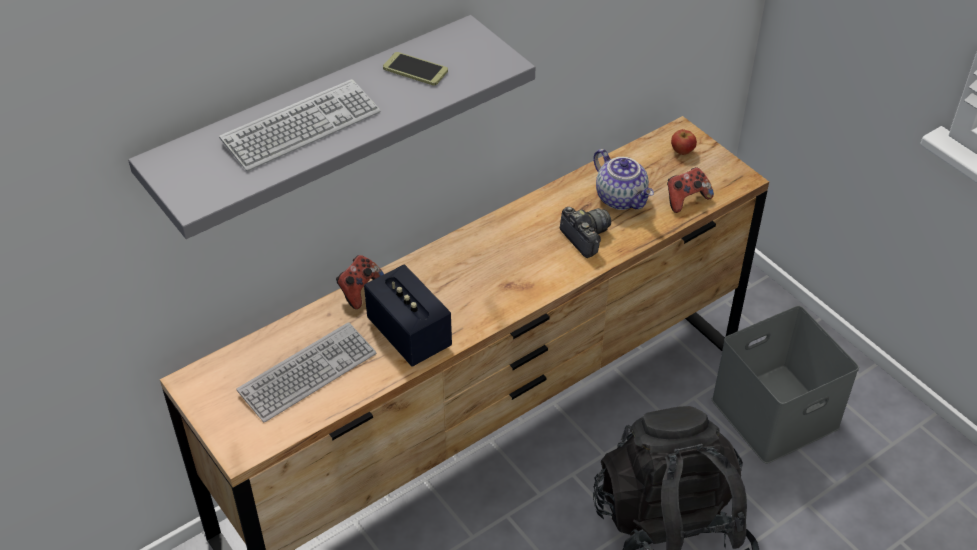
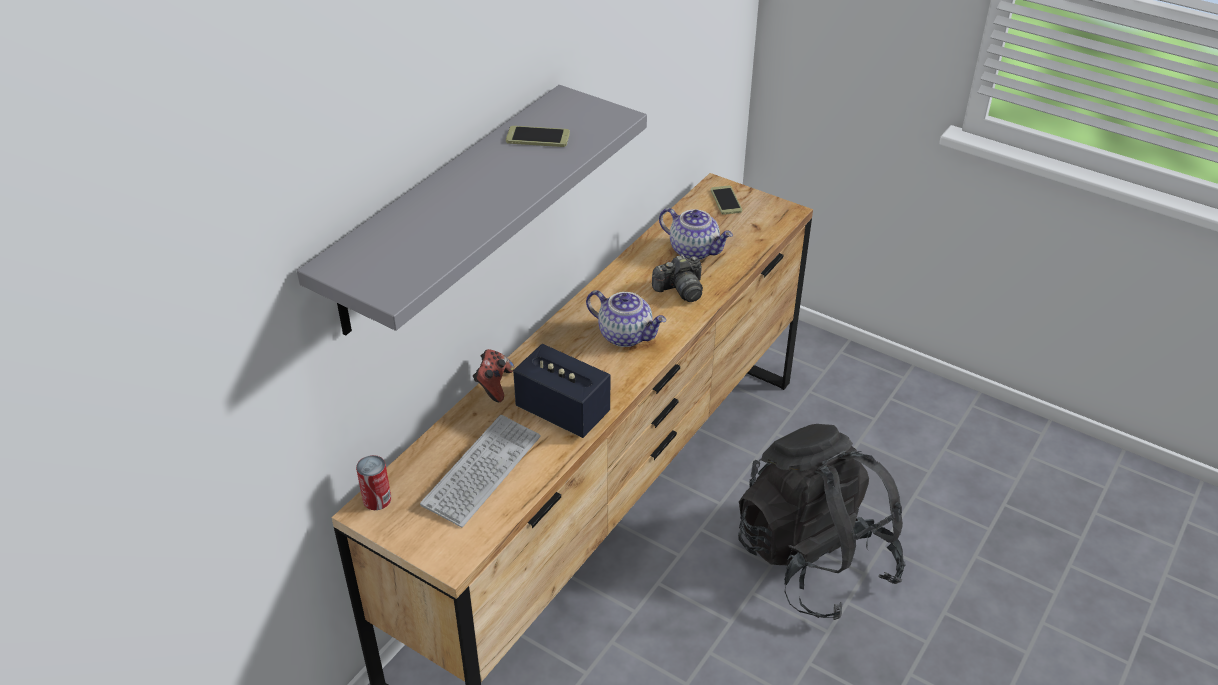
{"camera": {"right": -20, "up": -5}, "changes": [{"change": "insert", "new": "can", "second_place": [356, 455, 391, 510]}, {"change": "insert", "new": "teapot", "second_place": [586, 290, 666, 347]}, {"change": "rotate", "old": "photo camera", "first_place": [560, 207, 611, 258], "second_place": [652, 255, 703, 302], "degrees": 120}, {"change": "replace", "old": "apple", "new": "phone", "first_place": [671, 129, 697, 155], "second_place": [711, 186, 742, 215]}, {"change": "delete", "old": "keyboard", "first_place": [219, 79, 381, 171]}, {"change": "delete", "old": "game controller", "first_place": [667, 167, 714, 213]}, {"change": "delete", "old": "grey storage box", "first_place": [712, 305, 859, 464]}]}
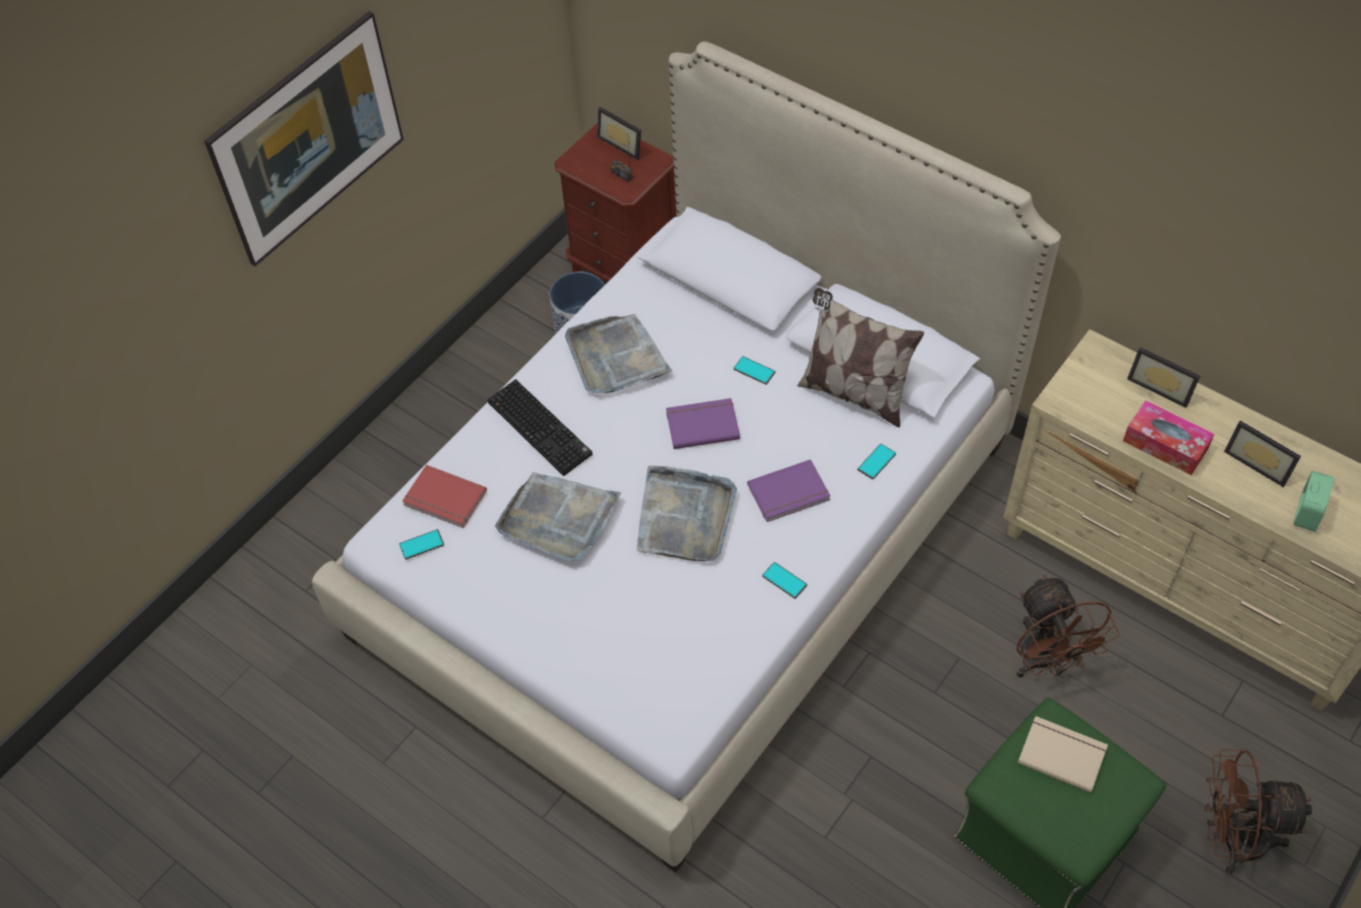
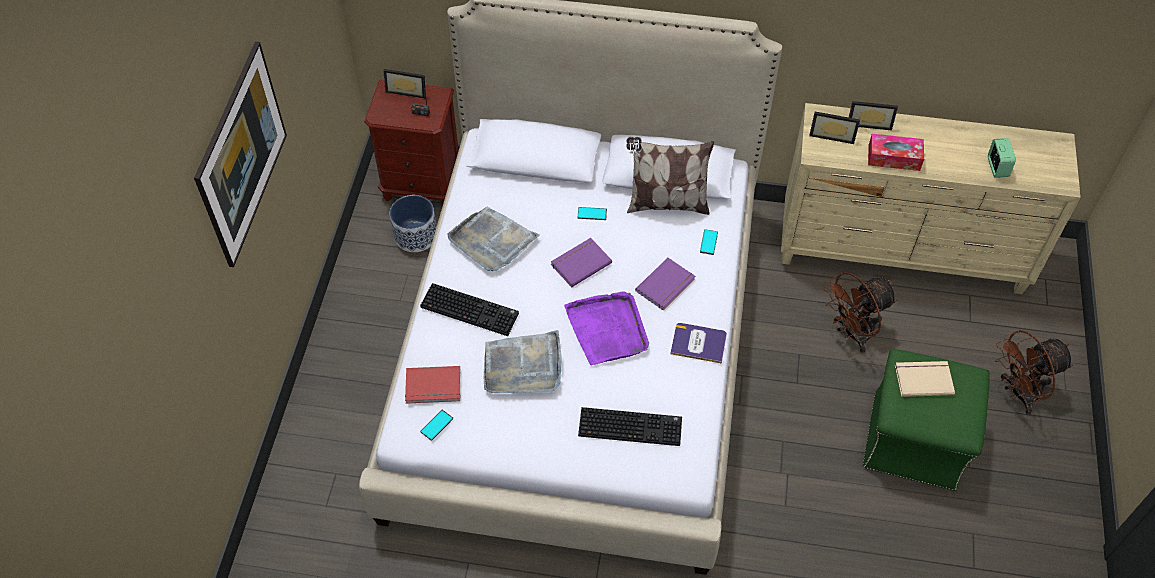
{"camera": {"right": -30, "up": 0}, "changes": [{"change": "recolor", "old": "grey tray", "new": "purple tray", "first_place": [637, 466, 737, 561], "second_place": [564, 292, 649, 365]}, {"change": "insert", "new": "keyboard", "second_place": [578, 407, 682, 446]}, {"change": "replace", "old": "phone", "new": "book", "first_place": [762, 562, 807, 599], "second_place": [670, 323, 727, 363]}, {"change": "move", "old": "picture frame", "first_place": [1224, 421, 1301, 487], "second_place": [809, 112, 860, 144]}, {"change": "rotate", "old": "brown fan", "first_place": [1016, 575, 1120, 678], "second_place": [824, 272, 897, 353], "degrees": 105}]}
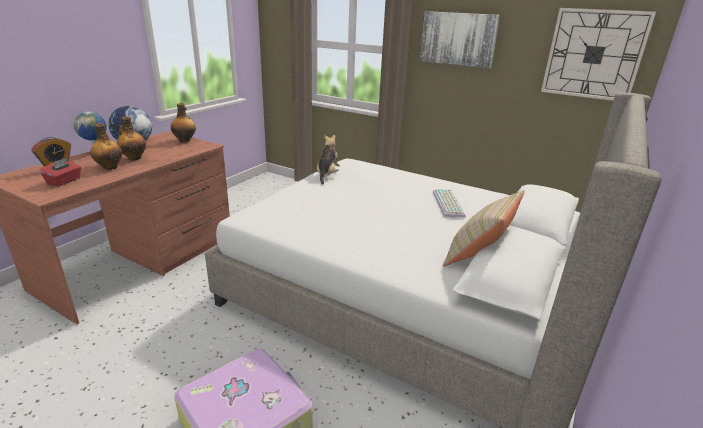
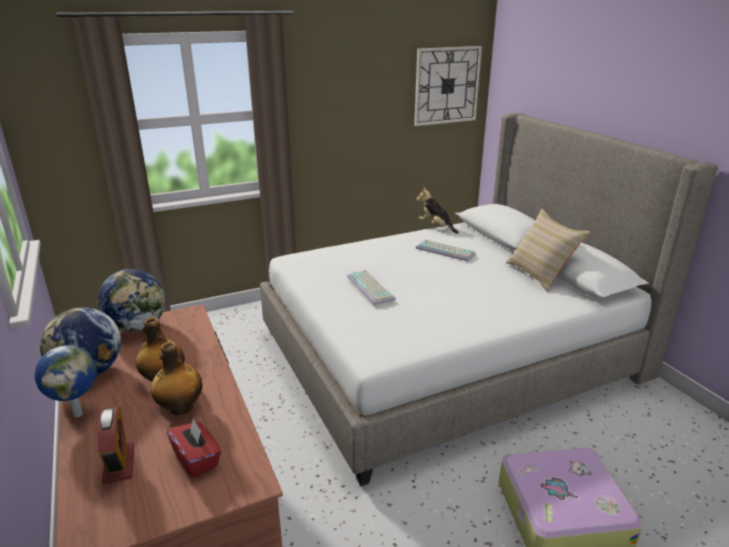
{"camera": {"right": -55, "up": 0}, "changes": [{"change": "replace", "old": "bottle", "new": "globe", "first_place": [171, 103, 196, 142], "second_place": [97, 269, 165, 332]}, {"change": "insert", "new": "keyboard", "second_place": [347, 270, 396, 305]}, {"change": "move", "old": "plush toy", "first_place": [317, 135, 340, 185], "second_place": [416, 187, 459, 234]}, {"change": "delete", "old": "picture", "first_place": [420, 11, 500, 68]}]}
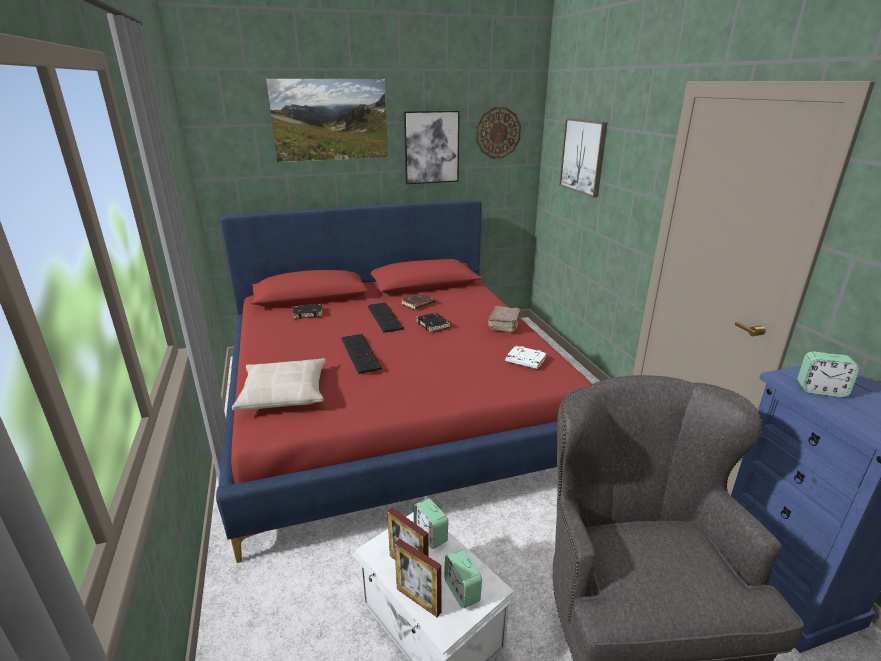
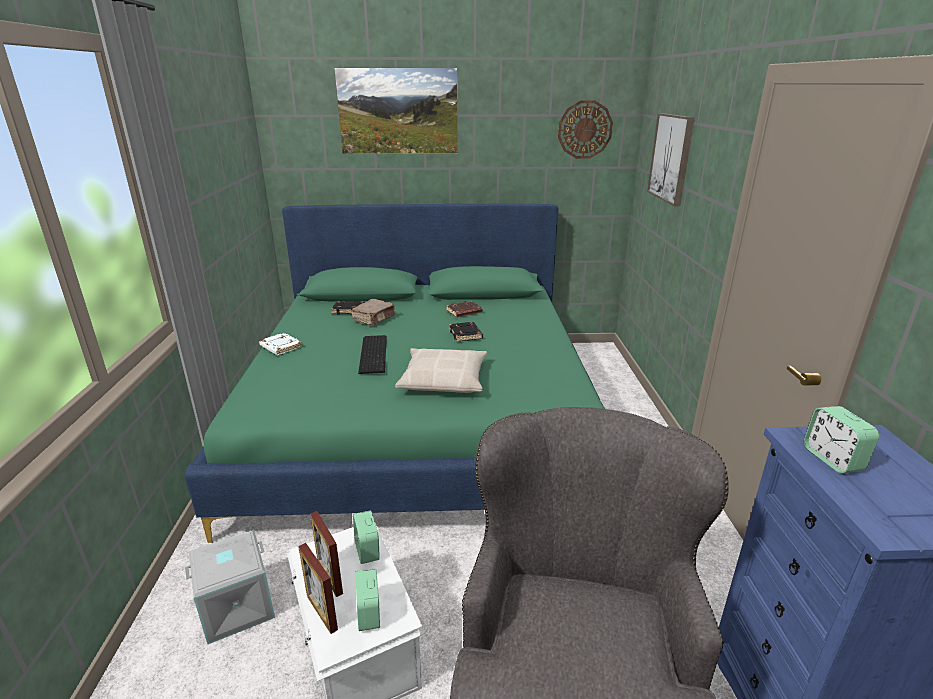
{"camera": {"right": 15, "up": 0}, "changes": [{"change": "recolor", "old": "red bed", "new": "green bed", "first_place": [216, 200, 592, 563], "second_place": [184, 204, 605, 543]}, {"change": "insert", "new": "grey storage box", "second_place": [185, 530, 275, 644]}, {"change": "move", "old": "white book", "first_place": [505, 346, 547, 369], "second_place": [259, 333, 302, 355]}, {"change": "move", "old": "brown book", "first_place": [488, 306, 521, 332], "second_place": [351, 299, 395, 325]}, {"change": "move", "old": "beige pillow", "first_place": [232, 358, 326, 410], "second_place": [395, 348, 487, 393]}, {"change": "rotate", "old": "alarm clock", "first_place": [797, 351, 860, 397], "second_place": [804, 406, 879, 473], "degrees": 45}, {"change": "delete", "old": "keyboard", "first_place": [368, 303, 404, 333]}, {"change": "delete", "old": "picture", "first_place": [404, 111, 460, 184]}]}
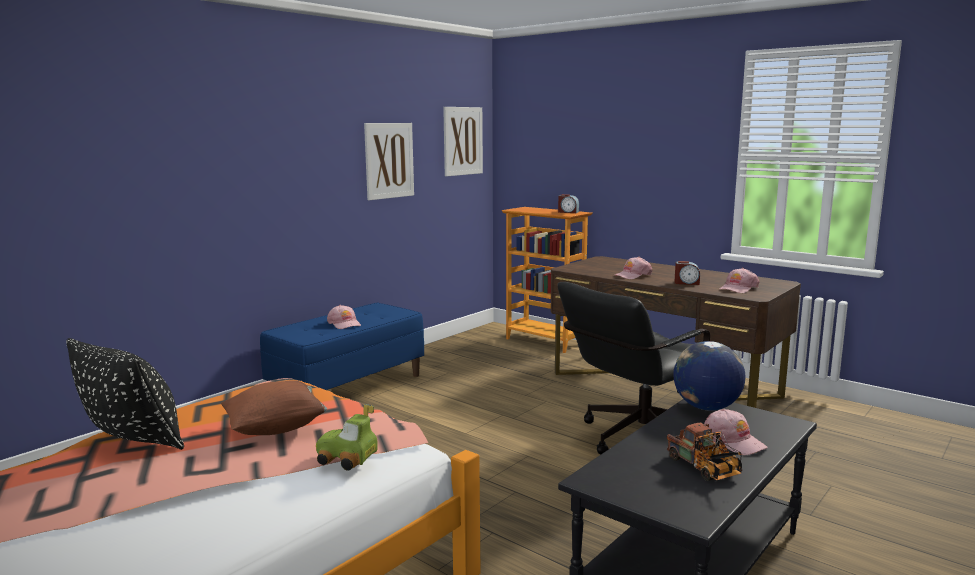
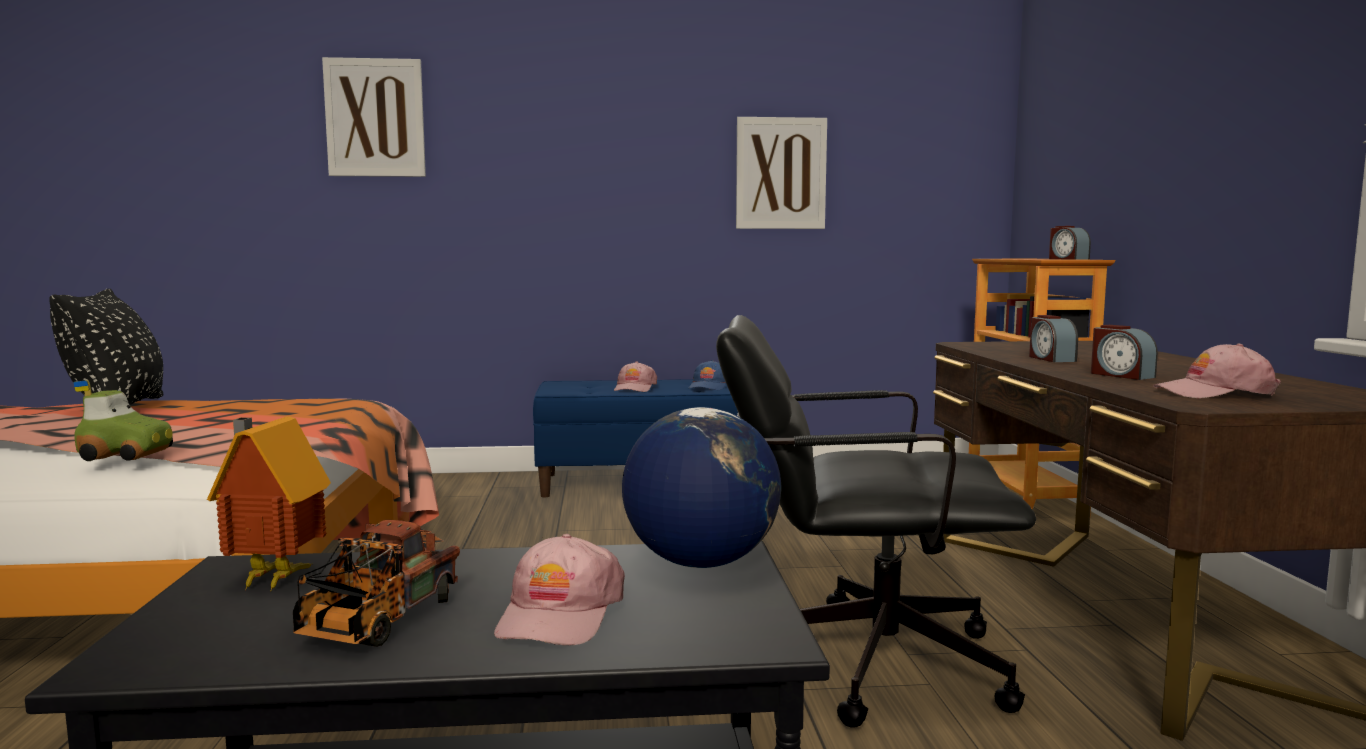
{"camera": {"right": 45, "up": -5}, "changes": [{"change": "rotate", "old": "toy car", "first_place": [316, 404, 378, 471], "second_place": [73, 380, 173, 461], "degrees": 120}, {"change": "insert", "new": "toy house", "second_place": [207, 416, 331, 592]}, {"change": "move", "old": "picture", "first_place": [443, 107, 483, 176], "second_place": [322, 57, 426, 177]}, {"change": "insert", "new": "blue cap", "second_place": [689, 360, 726, 390]}, {"change": "replace", "old": "pink cap", "new": "alarm clock", "first_place": [615, 257, 653, 279], "second_place": [1029, 315, 1078, 362]}, {"change": "delete", "old": "brown pillow", "first_place": [221, 380, 327, 435]}]}
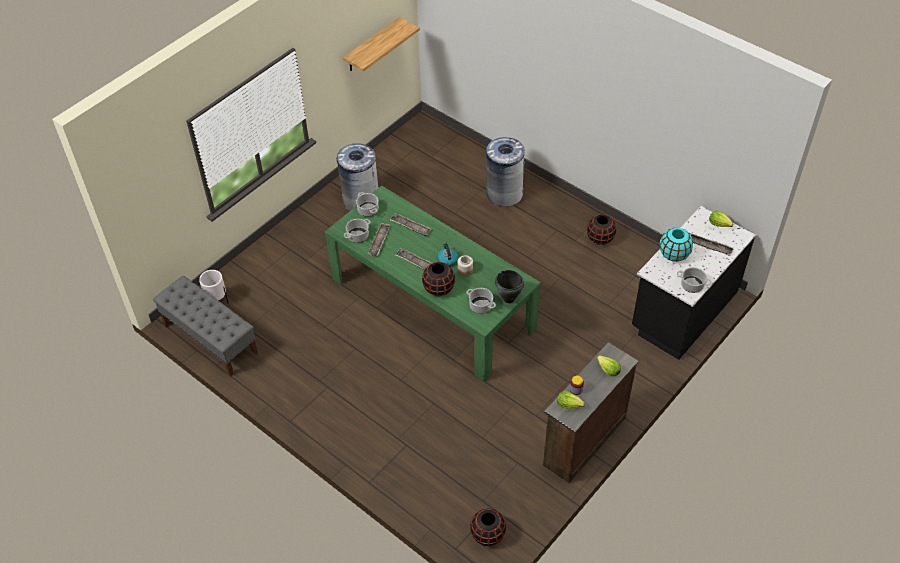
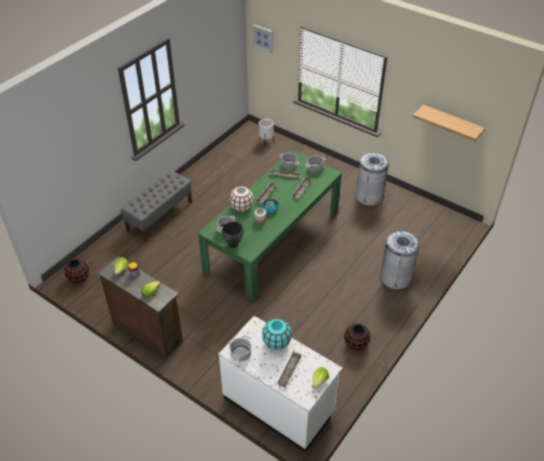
{"camera": {"right": 85, "up": -5}, "changes": [{"change": "move", "old": "grey bench", "first_place": [153, 276, 258, 376], "second_place": [120, 170, 192, 242]}, {"change": "recolor", "old": "black counter", "new": "white counter", "first_place": [632, 206, 756, 360], "second_place": [218, 316, 343, 453]}, {"change": "recolor", "old": "black vase", "new": "white vase", "first_place": [422, 262, 455, 296], "second_place": [230, 187, 254, 212]}, {"change": "insert", "new": "picture", "second_place": [253, 25, 273, 53]}]}
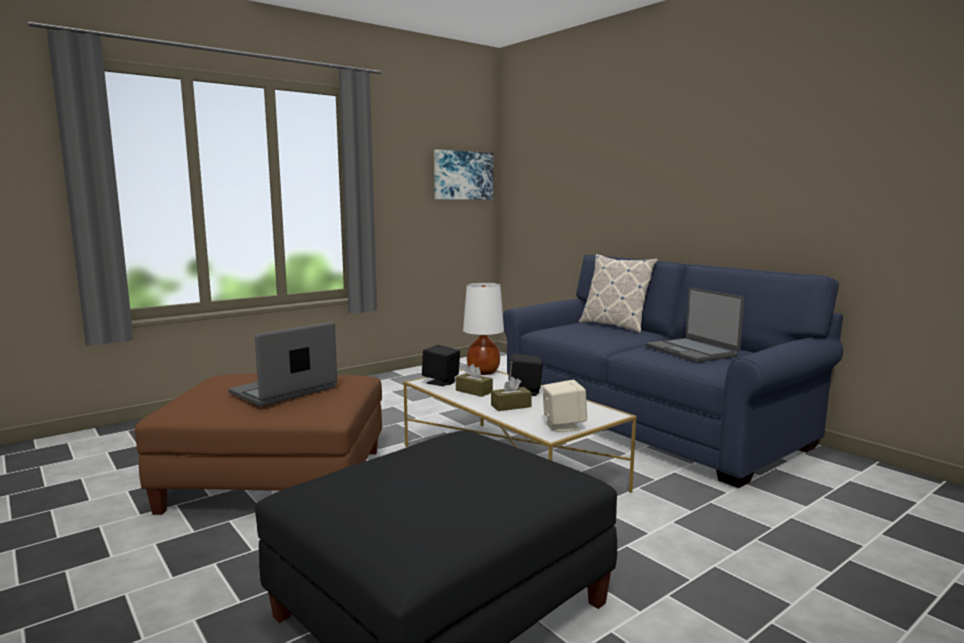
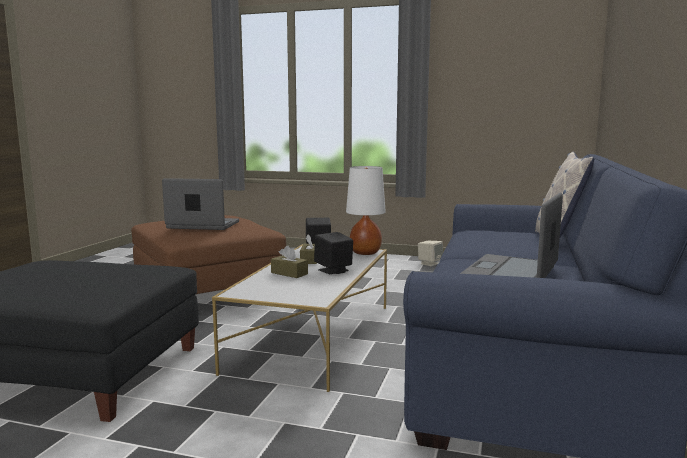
{"camera": {"right": 55, "up": 0}, "changes": [{"change": "move", "old": "beige speaker", "first_place": [542, 380, 587, 432], "second_place": [418, 241, 443, 266]}, {"change": "delete", "old": "picture", "first_place": [434, 150, 493, 199]}]}
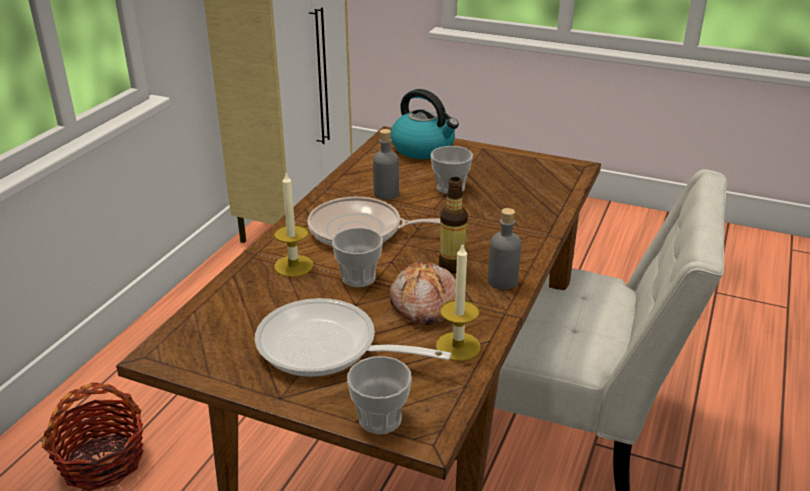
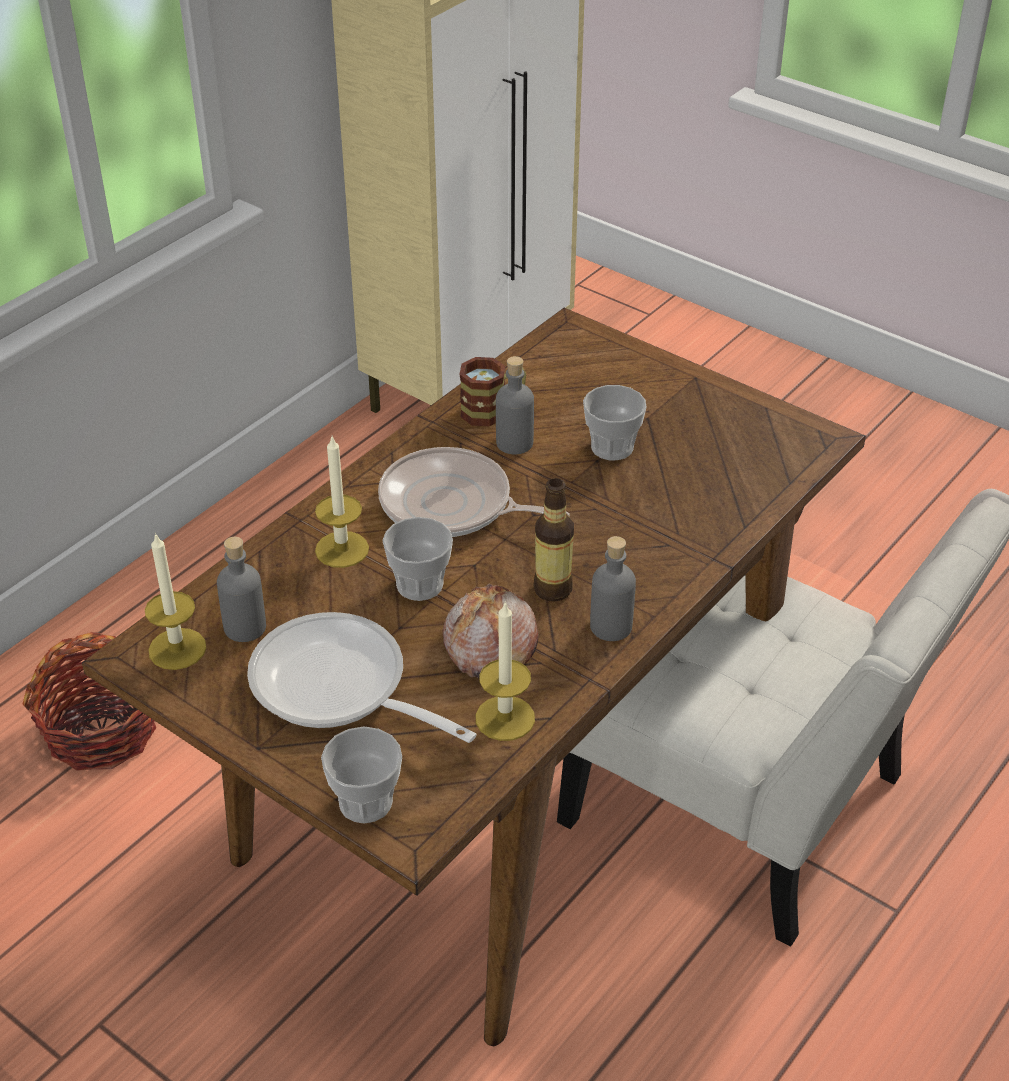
{"camera": {"right": 15, "up": 10}, "changes": [{"change": "insert", "new": "candle", "second_place": [145, 532, 206, 670]}, {"change": "insert", "new": "grey bottle", "second_place": [217, 537, 266, 642]}, {"change": "insert", "new": "mug", "second_place": [460, 357, 526, 426]}, {"change": "delete", "old": "kettle", "first_place": [391, 89, 459, 159]}]}
